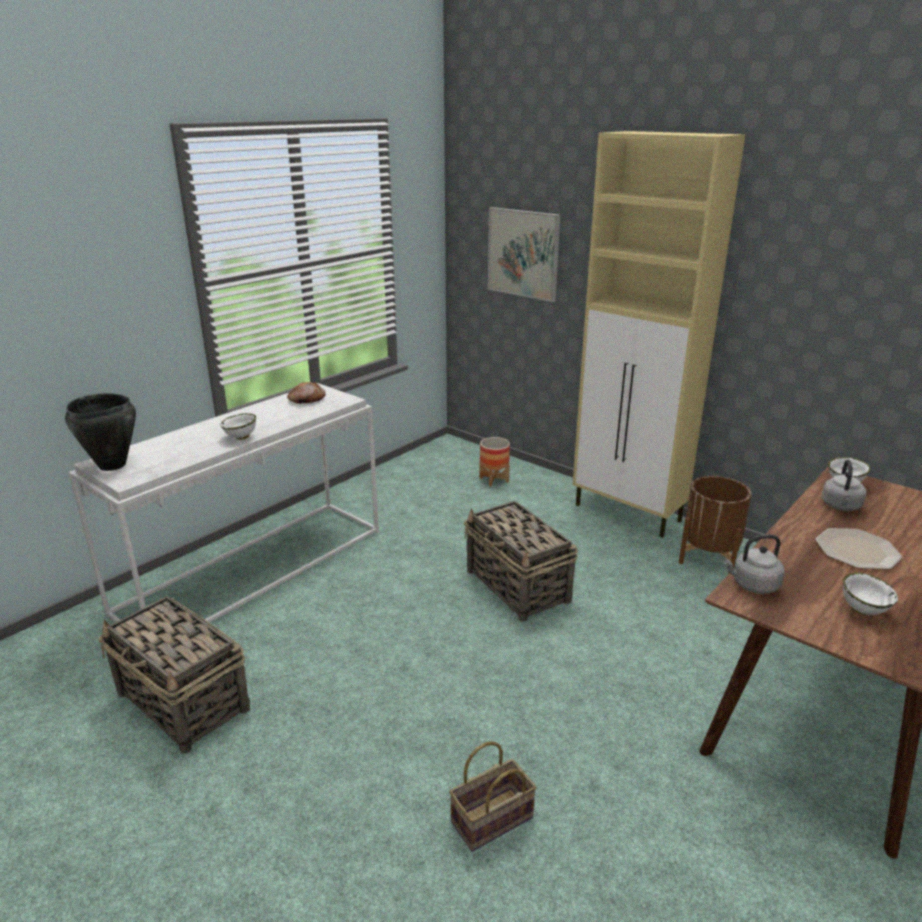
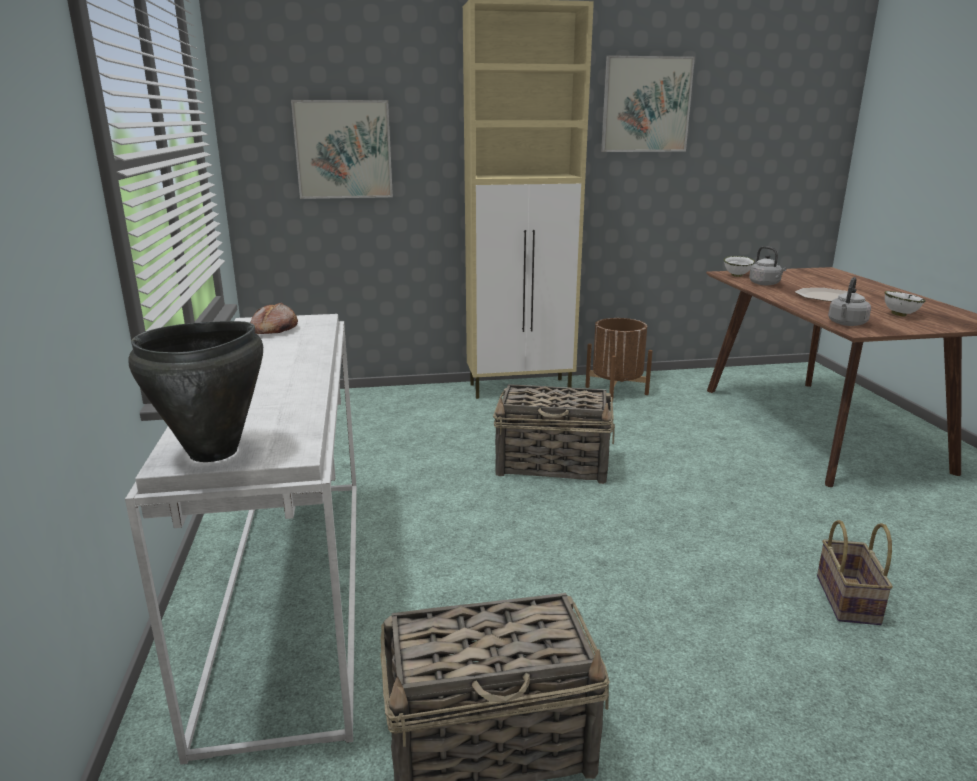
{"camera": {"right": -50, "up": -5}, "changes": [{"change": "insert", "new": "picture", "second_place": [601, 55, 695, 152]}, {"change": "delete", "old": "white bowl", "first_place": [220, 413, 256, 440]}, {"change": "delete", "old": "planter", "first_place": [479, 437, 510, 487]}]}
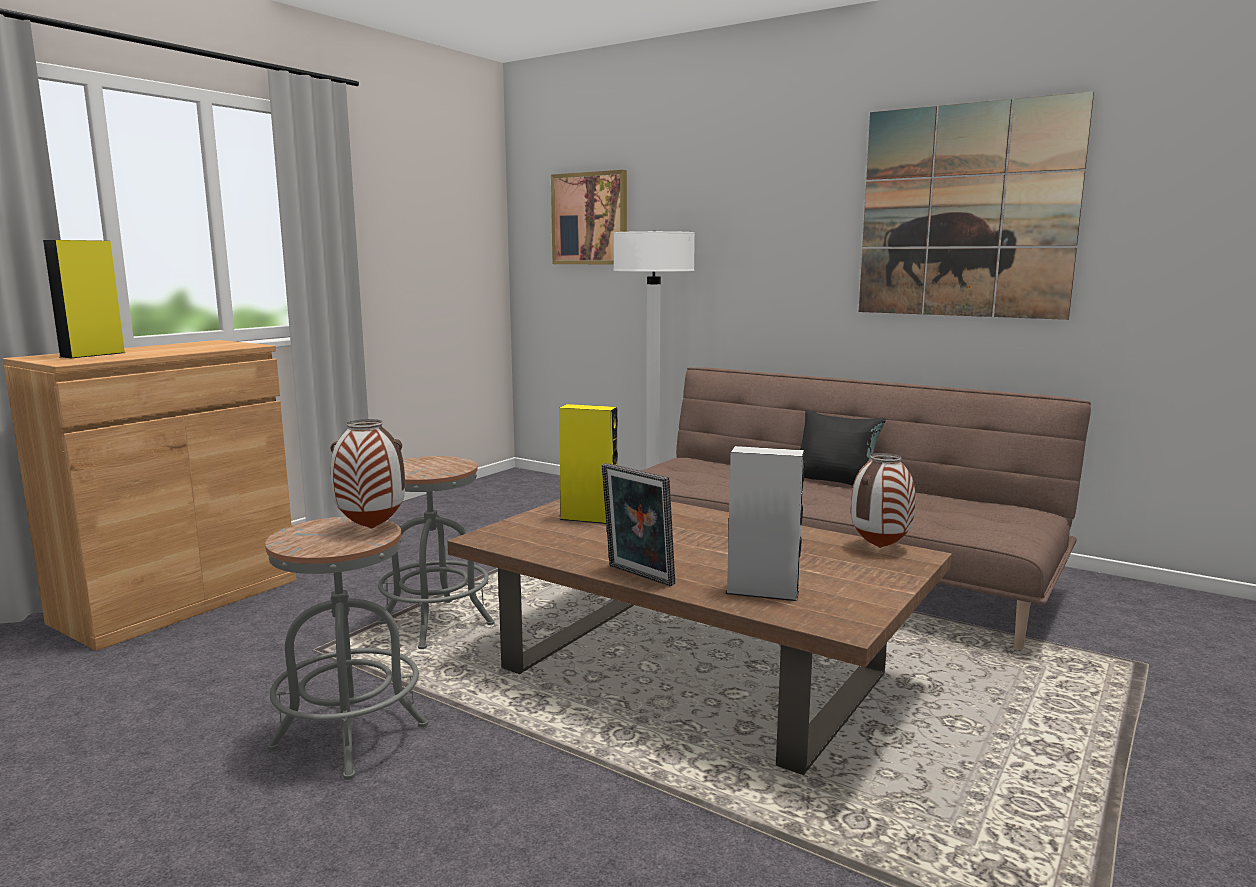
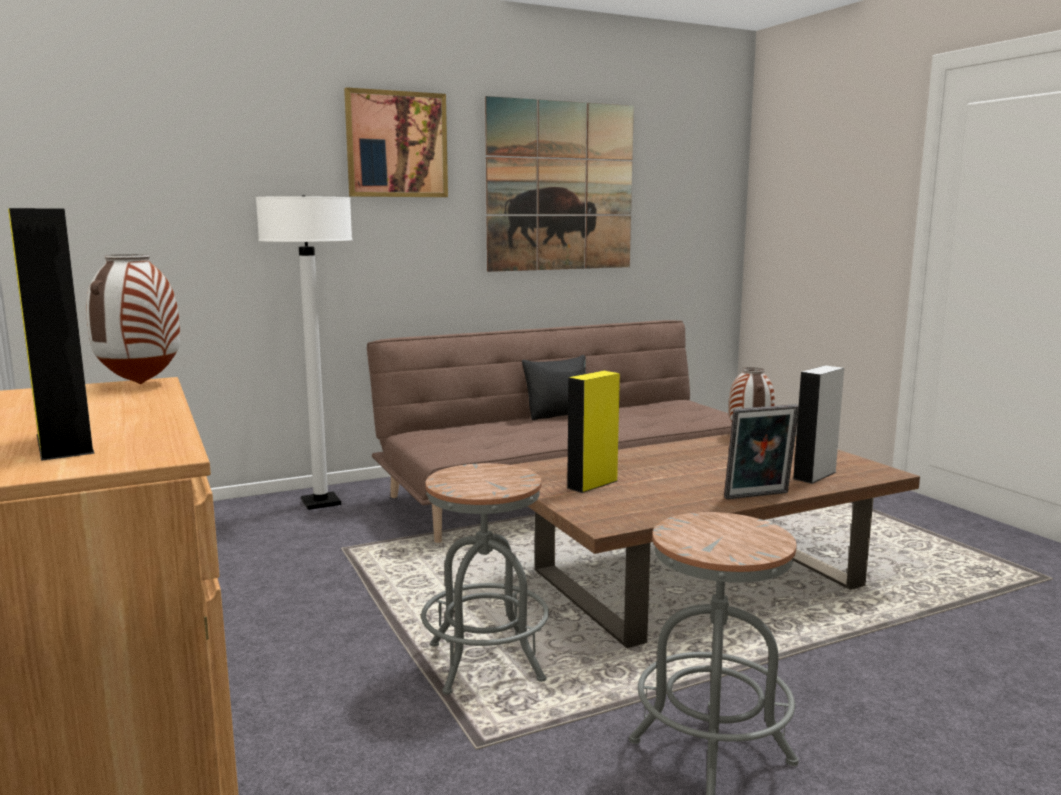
{"camera": {"right": -60, "up": 0}, "changes": [{"change": "move", "old": "vase", "first_place": [330, 419, 405, 529], "second_place": [86, 254, 180, 384]}, {"change": "move", "old": "picture", "first_place": [551, 170, 627, 265], "second_place": [344, 87, 448, 197]}]}
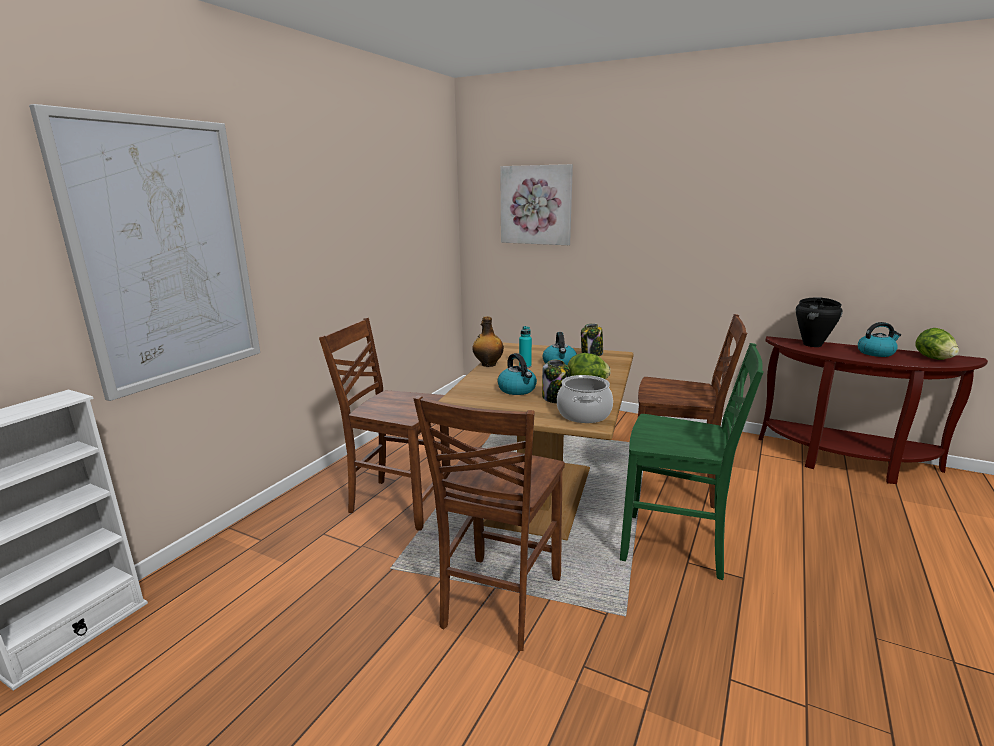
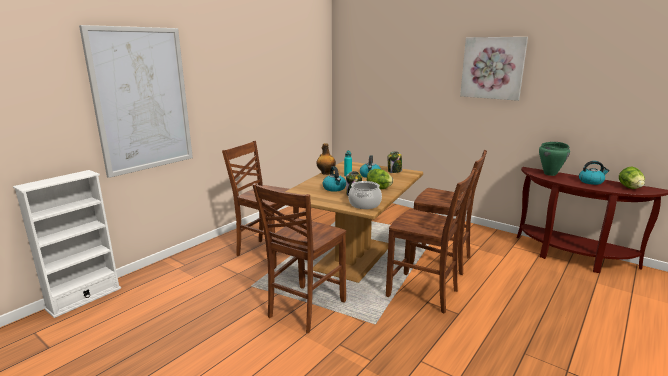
{"camera": {"right": 10, "up": 0}, "changes": [{"change": "recolor", "old": "green chair", "new": "brown chair", "first_place": [620, 343, 764, 580], "second_place": [386, 168, 476, 314]}, {"change": "move", "old": "picture", "first_place": [500, 164, 573, 245], "second_place": [460, 37, 528, 101]}, {"change": "recolor", "old": "black cooking pot", "new": "green cooking pot", "first_place": [796, 297, 843, 347], "second_place": [539, 142, 570, 176]}]}
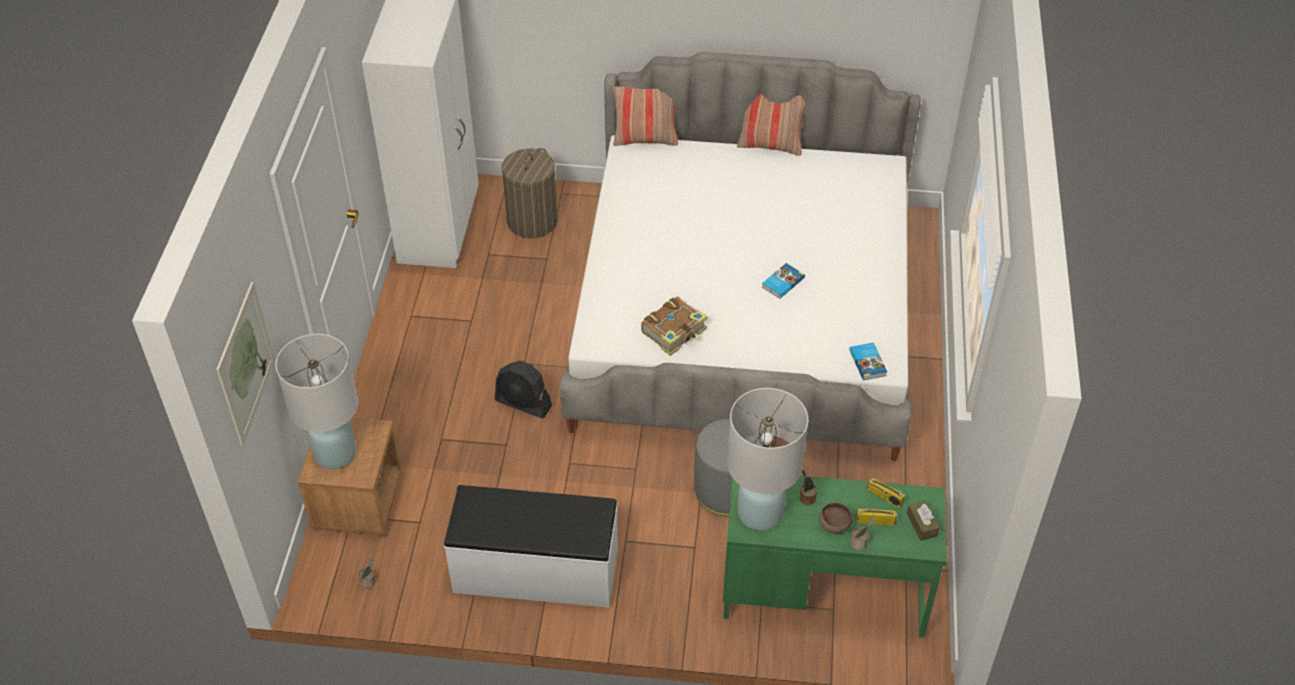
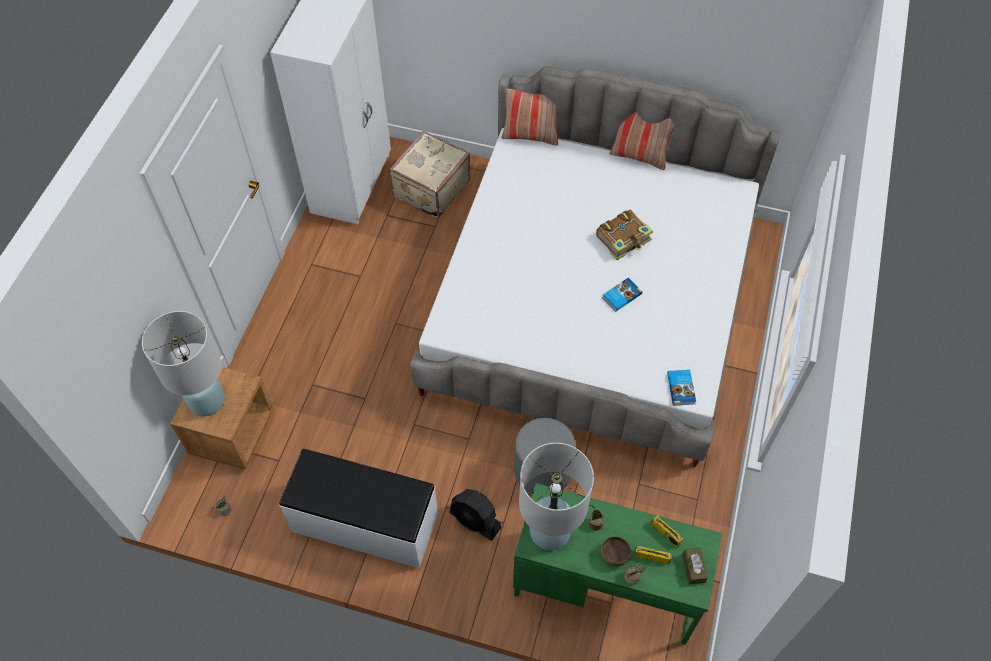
{"camera": {"right": 10, "up": 10}, "changes": [{"change": "replace", "old": "laundry basket", "new": "beige suitcase", "first_place": [502, 148, 558, 238], "second_place": [389, 131, 470, 218]}, {"change": "move", "old": "black fan", "first_place": [494, 361, 552, 418], "second_place": [449, 489, 501, 541]}, {"change": "move", "old": "book", "first_place": [641, 297, 708, 356], "second_place": [596, 210, 653, 260]}, {"change": "delete", "old": "picture", "first_place": [216, 282, 275, 446]}]}
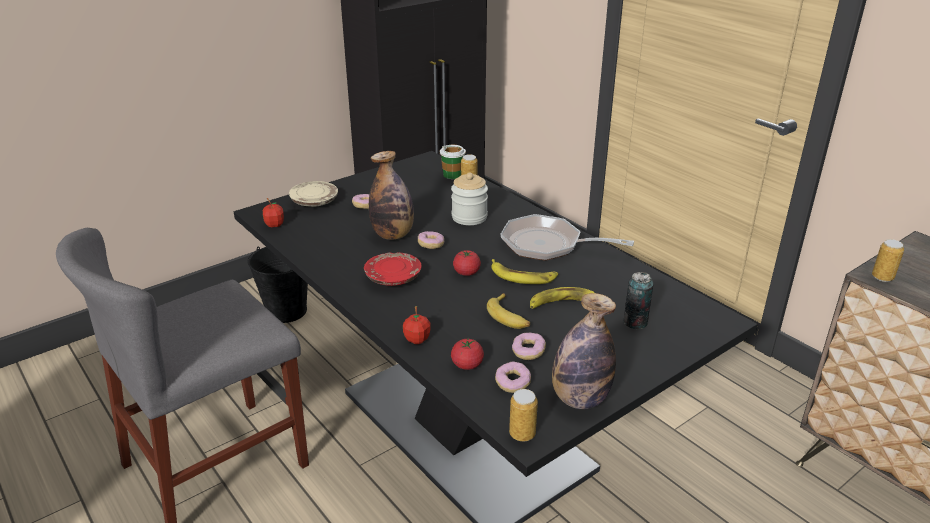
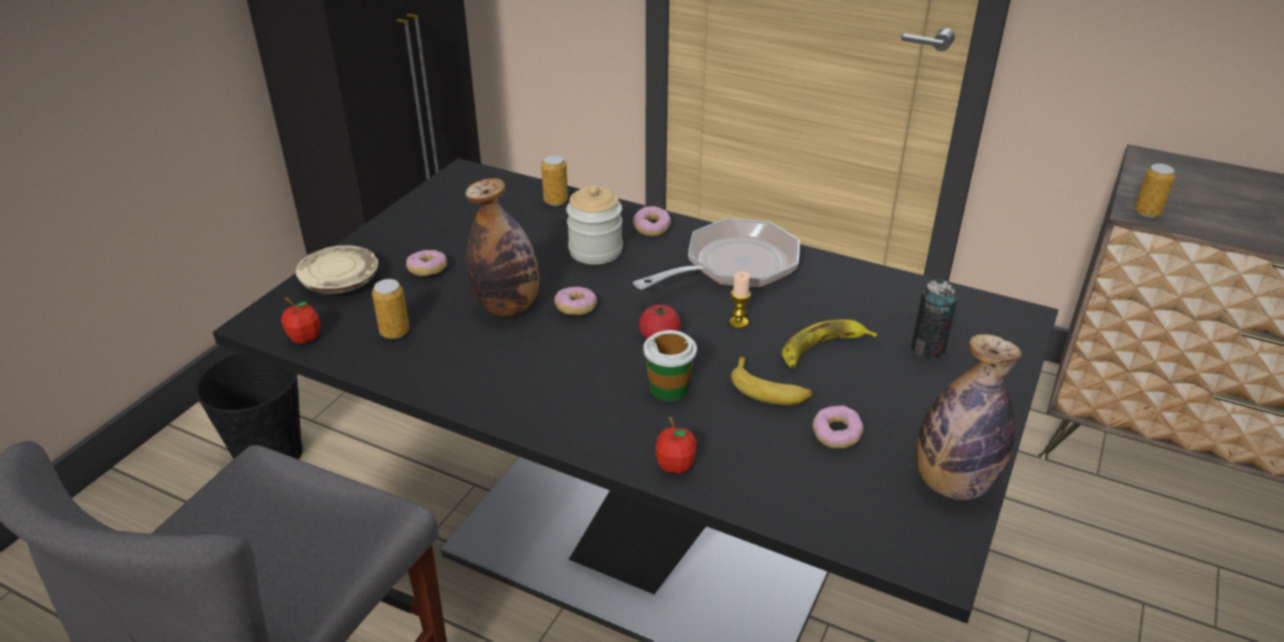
{"camera": {"right": -25, "up": 5}, "changes": [{"change": "move", "old": "can", "first_place": [509, 389, 538, 441], "second_place": [372, 279, 410, 339]}, {"change": "move", "old": "donut", "first_place": [495, 361, 531, 393], "second_place": [633, 206, 671, 236]}, {"change": "rotate", "old": "frying pan", "first_place": [500, 214, 634, 261], "second_place": [633, 218, 800, 290], "degrees": 150}, {"change": "move", "old": "cup", "first_place": [440, 145, 466, 179], "second_place": [643, 330, 697, 401]}, {"change": "replace", "old": "banana", "new": "candle", "first_place": [491, 259, 558, 284], "second_place": [729, 271, 751, 329]}, {"change": "delete", "old": "red plate", "first_place": [364, 252, 422, 286]}, {"change": "delete", "old": "tomato", "first_place": [451, 338, 484, 370]}]}
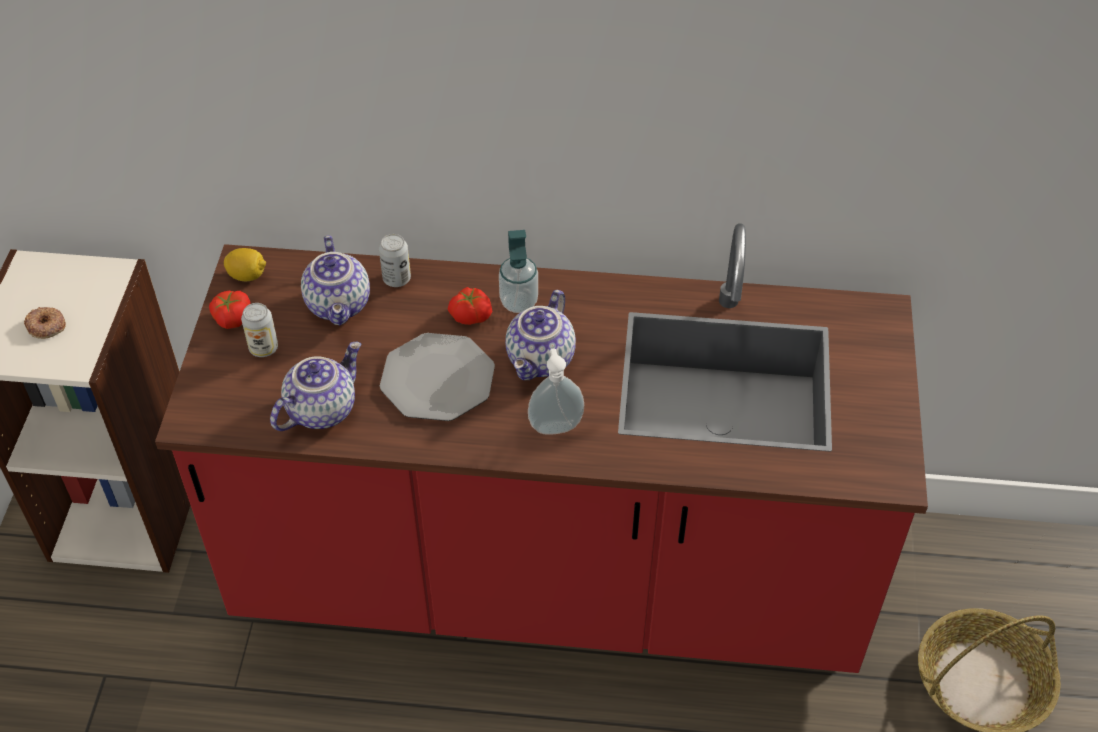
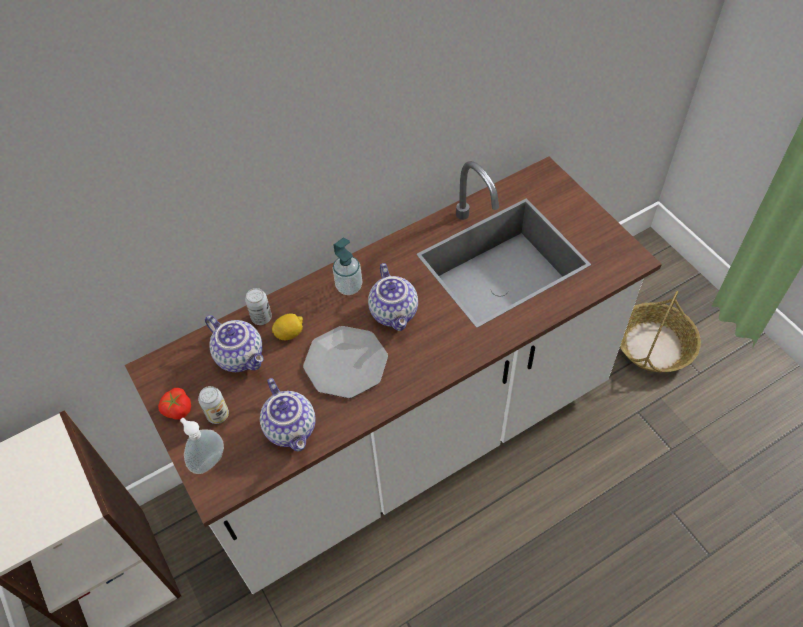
{"camera": {"right": -35, "up": 5}, "changes": [{"change": "recolor", "old": "red counter", "new": "white counter", "first_place": [155, 223, 928, 673], "second_place": [125, 157, 662, 594]}, {"change": "move", "old": "soap dispenser", "first_place": [528, 348, 584, 435], "second_place": [180, 418, 224, 474]}, {"change": "rotate", "old": "teapot", "first_place": [270, 342, 361, 431], "second_place": [260, 378, 316, 451], "degrees": 150}, {"change": "move", "old": "lemon", "first_place": [224, 248, 266, 281], "second_place": [272, 314, 303, 340]}, {"change": "delete", "old": "donut", "first_place": [24, 307, 66, 339]}, {"change": "delete", "old": "tomato", "first_place": [448, 287, 492, 325]}]}
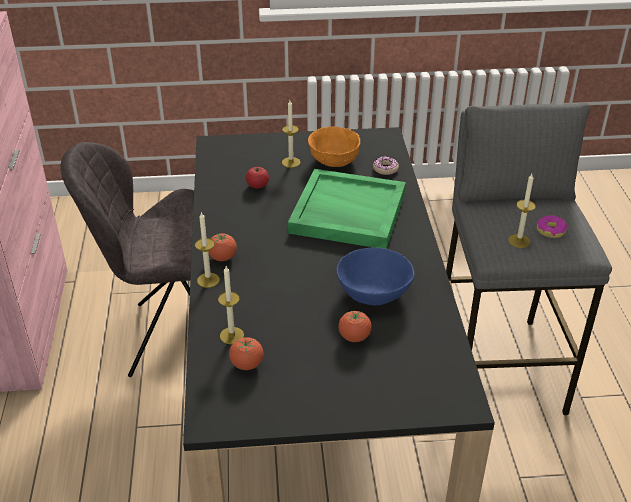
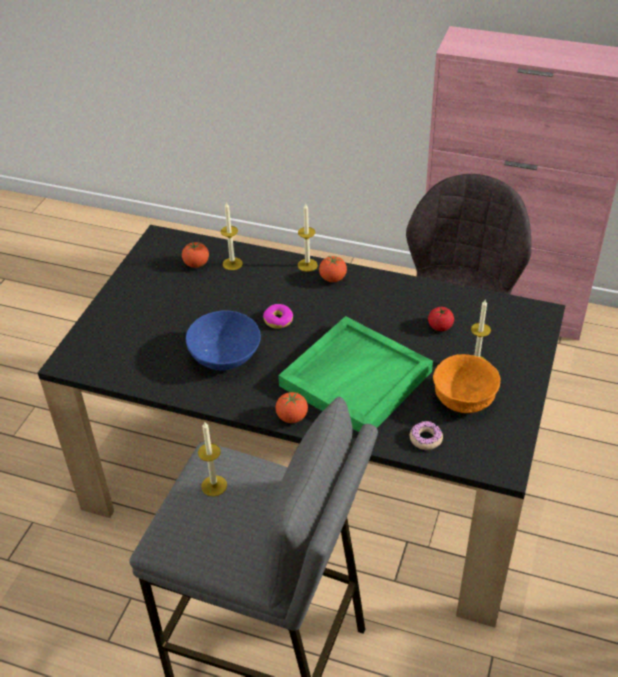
{"camera": {"right": 115, "up": 5}, "changes": [{"change": "move", "old": "donut", "first_place": [537, 215, 567, 238], "second_place": [263, 304, 293, 329]}, {"change": "move", "old": "tomato", "first_place": [338, 311, 371, 342], "second_place": [275, 392, 308, 423]}]}
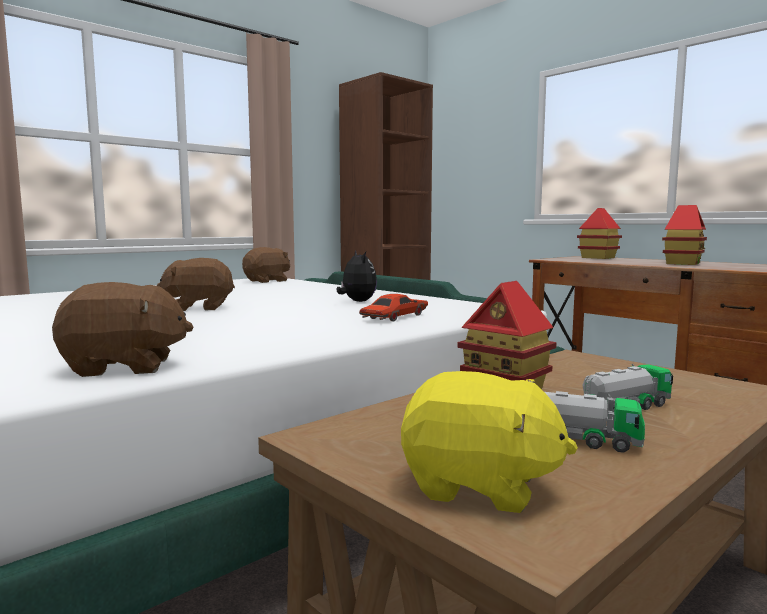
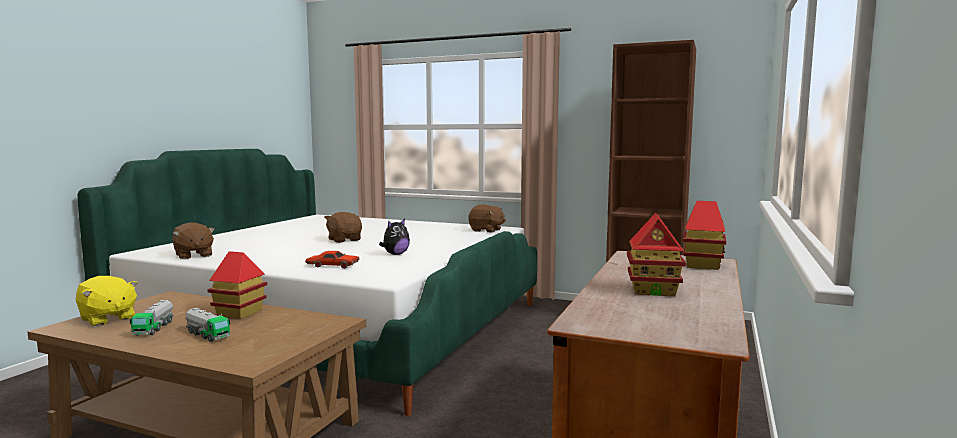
{"camera": {"right": 65, "up": 0}, "changes": [{"change": "rotate", "old": "yellow plush toy", "first_place": [401, 371, 578, 513], "second_place": [75, 276, 138, 326], "degrees": -45}]}
